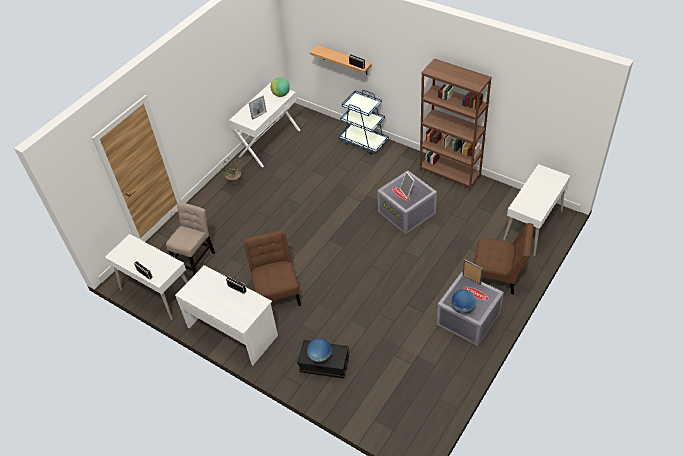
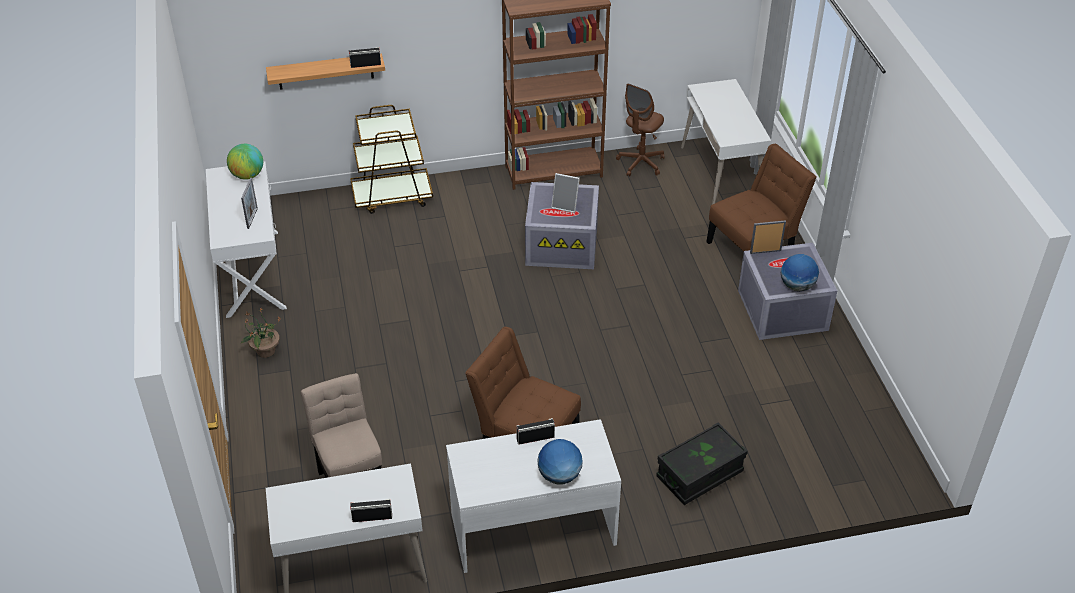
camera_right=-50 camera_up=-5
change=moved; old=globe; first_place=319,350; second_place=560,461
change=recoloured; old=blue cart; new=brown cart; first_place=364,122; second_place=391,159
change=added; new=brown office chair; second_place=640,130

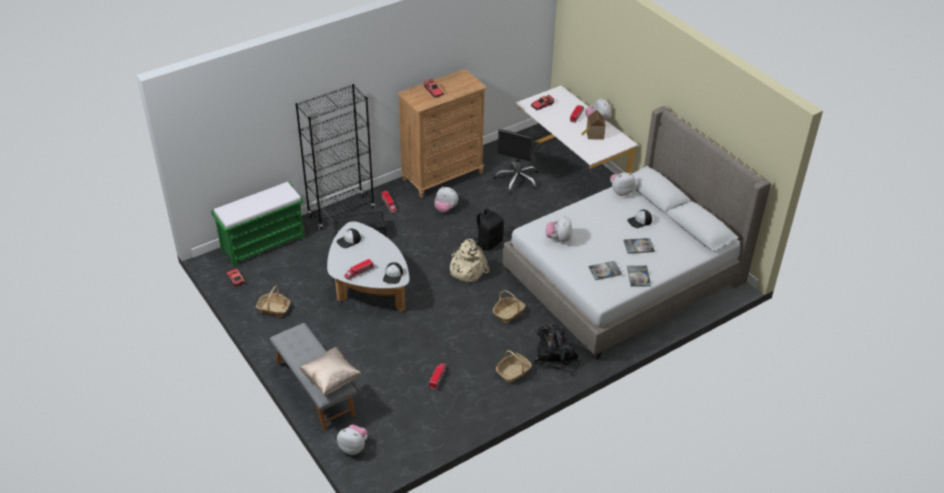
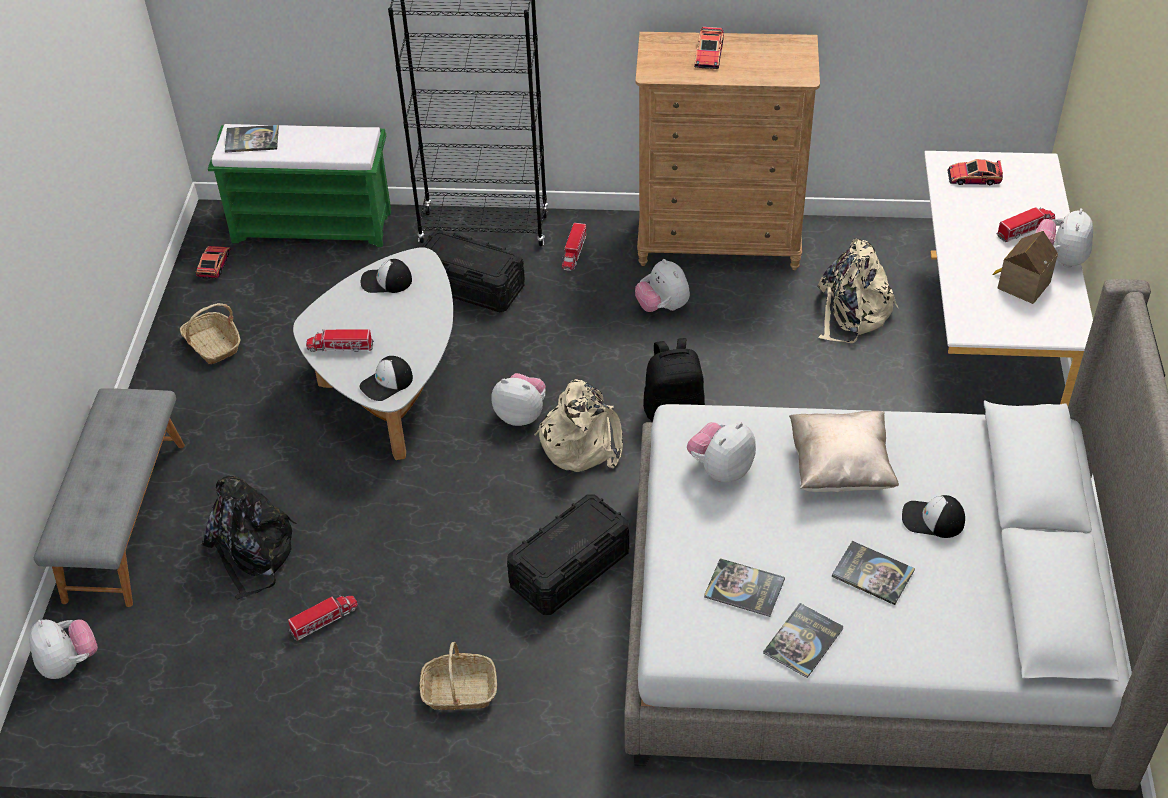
camera_right=40 camera_up=5
change=moved; old=beige pillow; first_place=329,371; second_place=844,451
change=replaced; old=black office chair; new=beige backpack; first_place=516,161; second_place=858,291
change=replaced; old=basket; new=black storage box; first_place=509,306; second_place=568,555
change=moved; old=black backpack; first_place=556,350; second_place=249,538
change=moved; old=plush toy; first_place=623,184; second_place=519,399
change=added; new=book; second_place=252,139

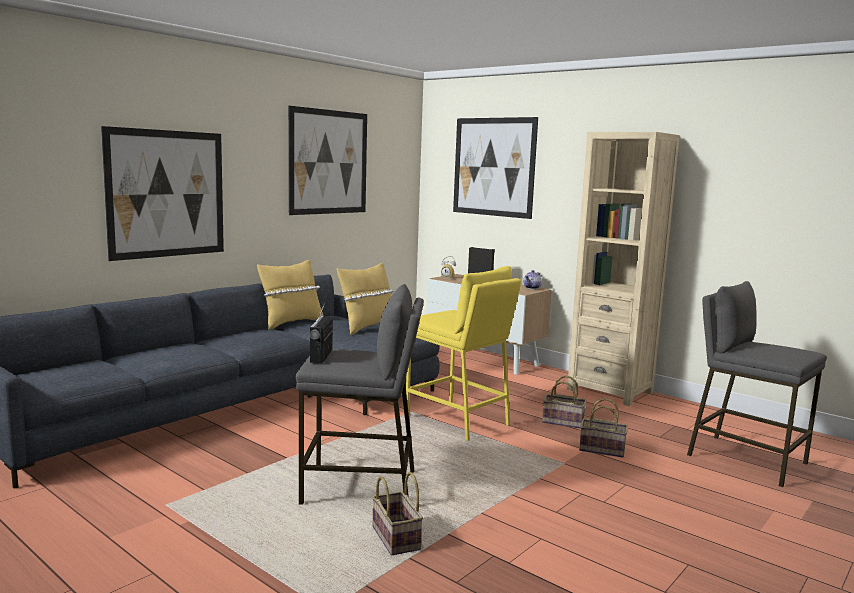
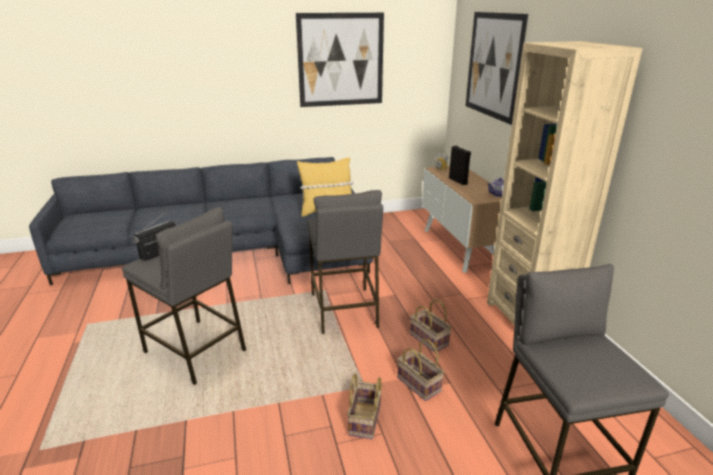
camera_right=35 camera_up=15
change=removed; old=picture; first_place=162,193
change=removed; old=yellow pillow; first_place=290,295
change=moved; old=basket; first_place=397,513; second_place=364,406
change=recoloured; old=yellow stool; new=grey stool; first_place=463,353; second_place=345,262

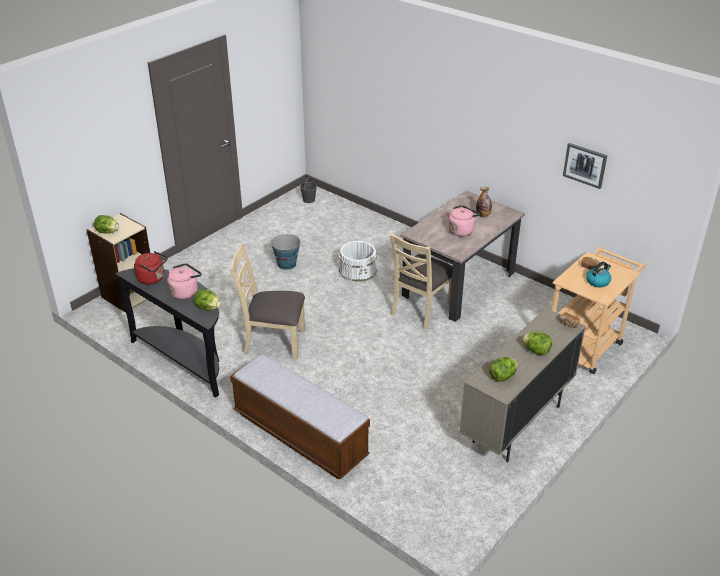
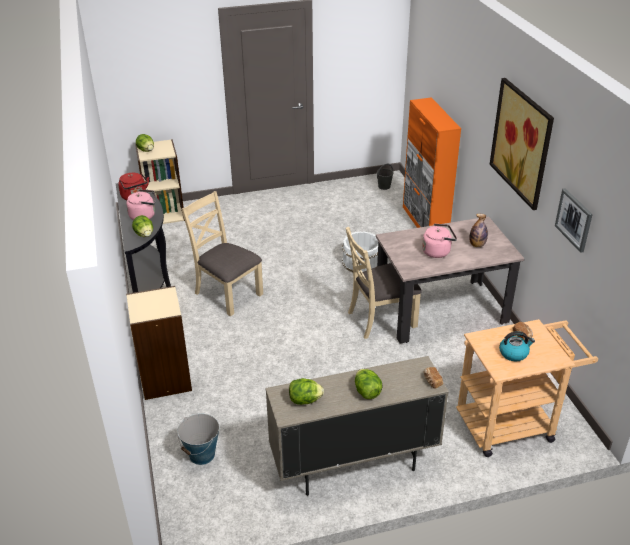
camera_right=35 camera_up=0
change=replaced; old=bench; new=beige bookcase; first_place=300,416; second_place=159,343
change=moved; old=bucket; first_place=285,252; second_place=198,439
change=added; new=orange cabinet; second_place=432,163
change=added; new=picture; second_place=521,144

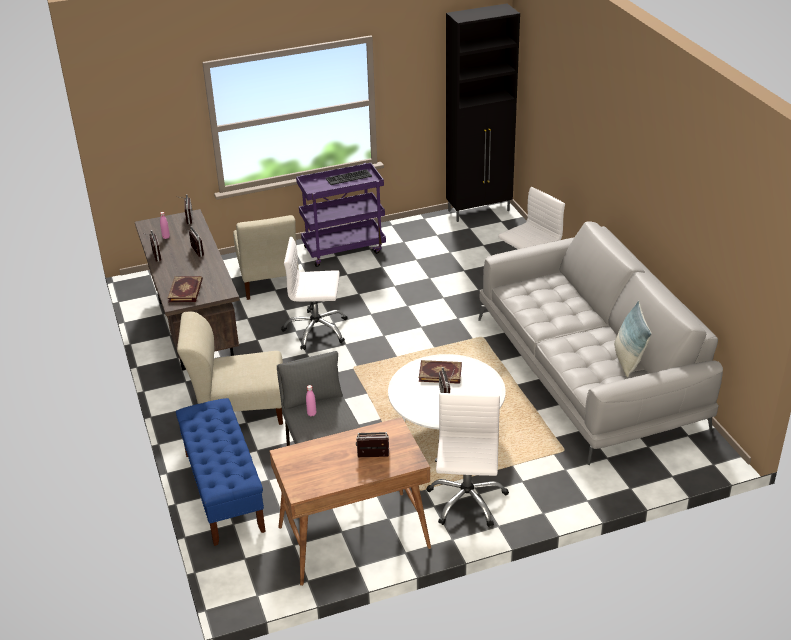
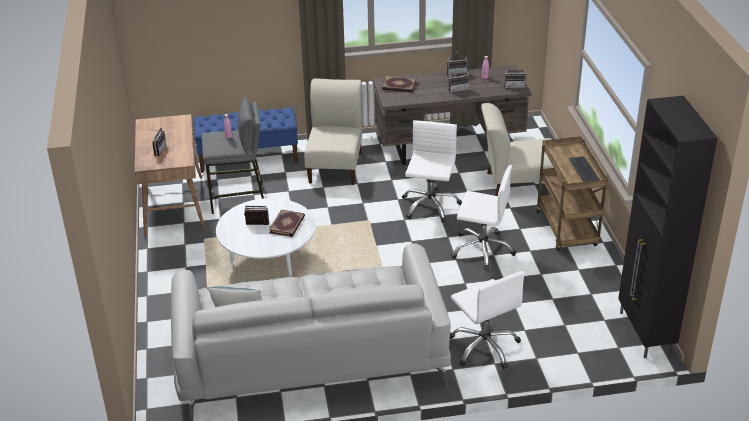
camera_right=100 camera_up=0
change=recoloured; old=purple cart; new=brown cart; first_place=341,215; second_place=571,193
change=moved; old=white office chair; first_place=467,460; second_place=483,217

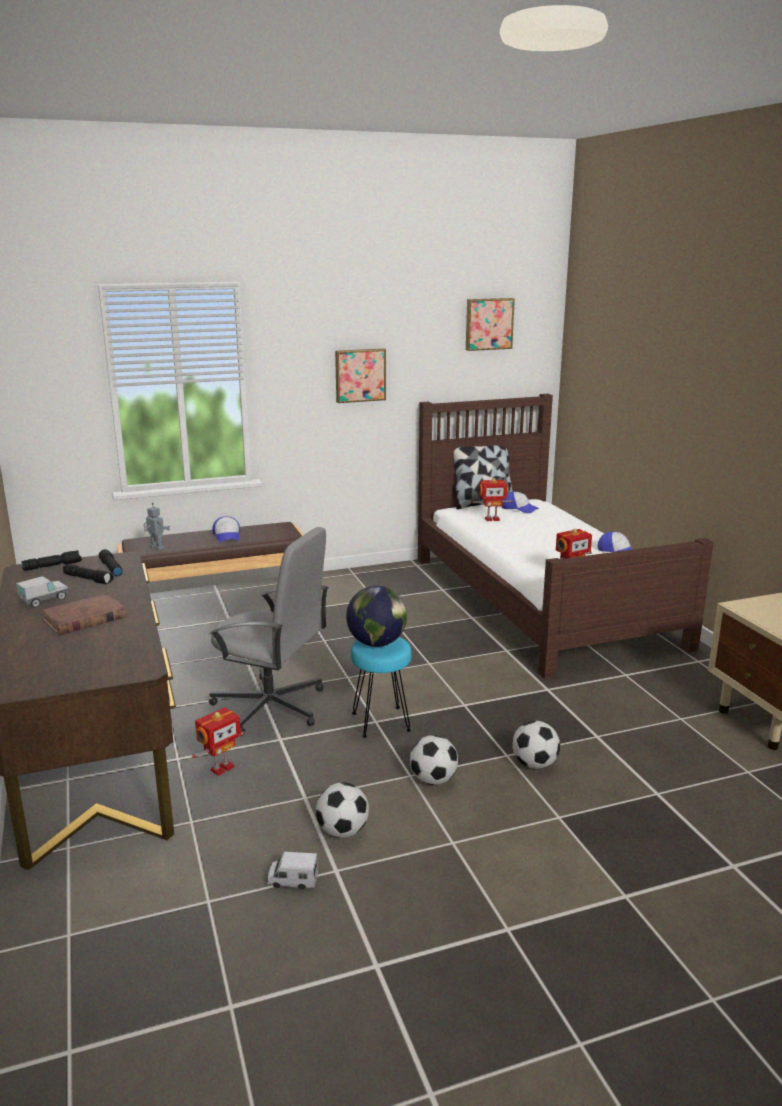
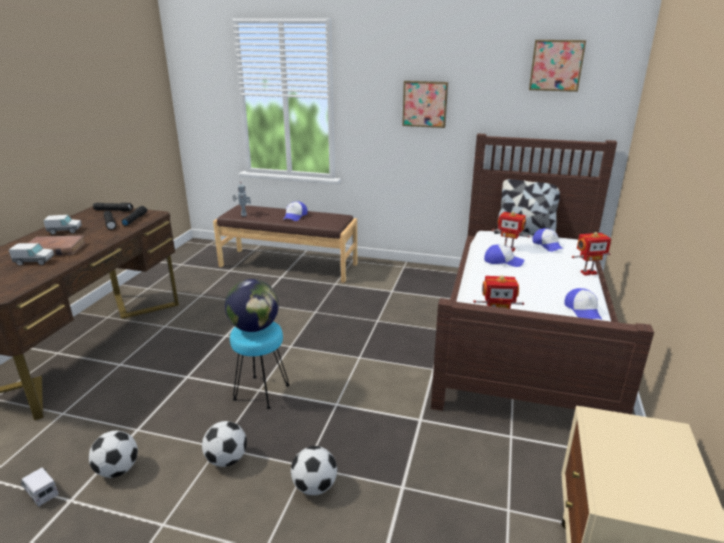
camera_right=35 camera_up=5
change=moved; old=toy robot; first_place=218,741; second_place=591,254
change=removed; old=grey office chair; first_place=269,631
change=added; new=toy truck; second_place=31,254
change=added; new=cap; second_place=504,256

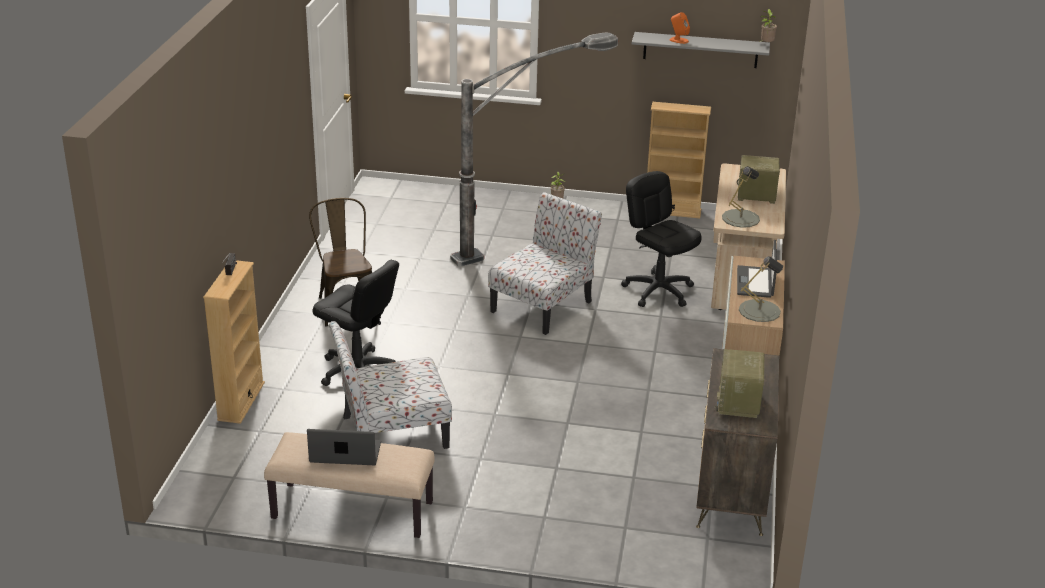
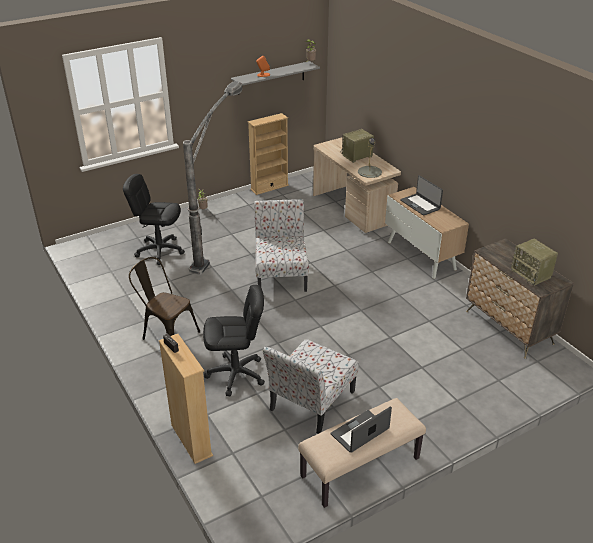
camera_right=-40 camera_up=5
change=moved; old=black office chair; first_place=661,239; second_place=154,219
change=removed; old=grey table lamp; first_place=761,289

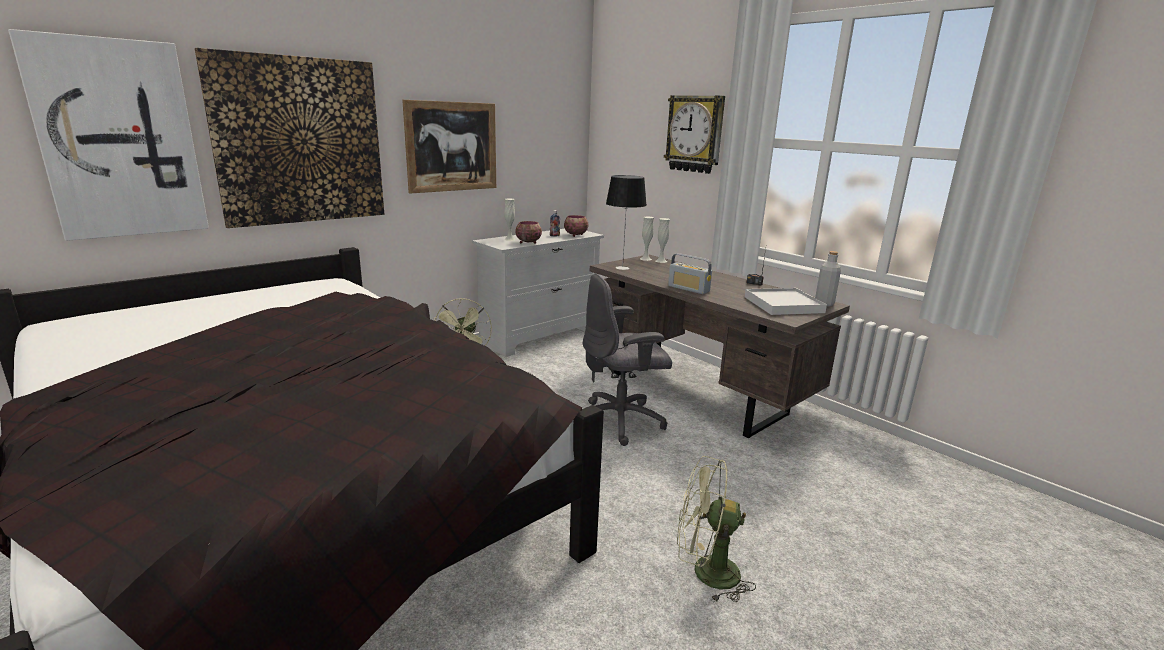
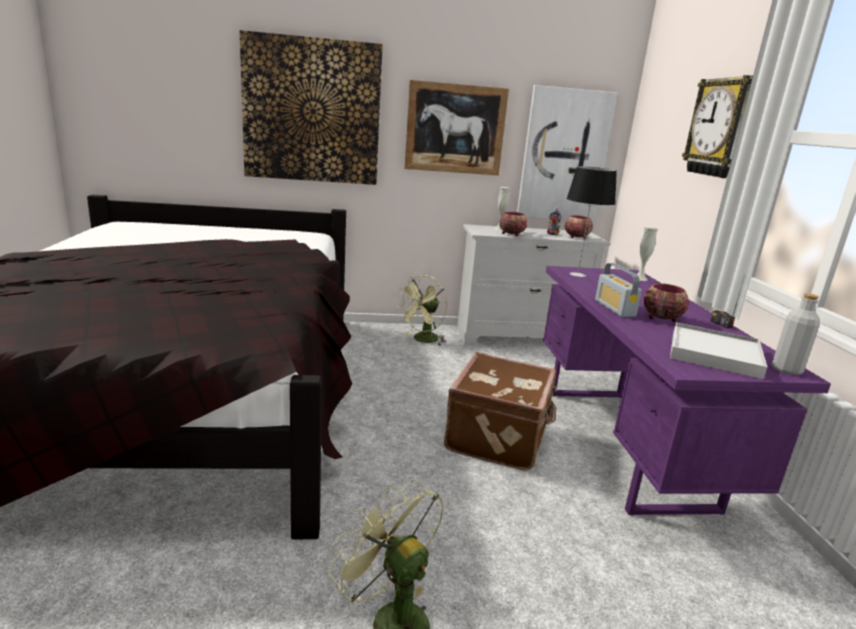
camera_right=35 camera_up=0
change=moved; old=picture; first_place=108,135; second_place=567,153
change=replaced; old=grey office chair; new=brown suitcase; first_place=627,360; second_place=500,411
change=recoloured; old=brown desk; new=purple desk; first_place=720,346; second_place=687,390
change=removed; old=white vase; first_place=647,238
change=added; new=bowl; second_place=666,302

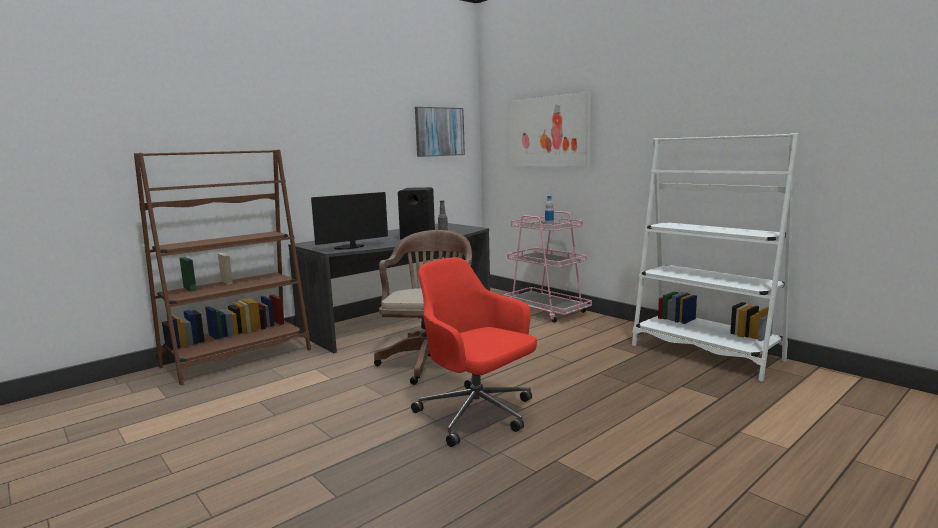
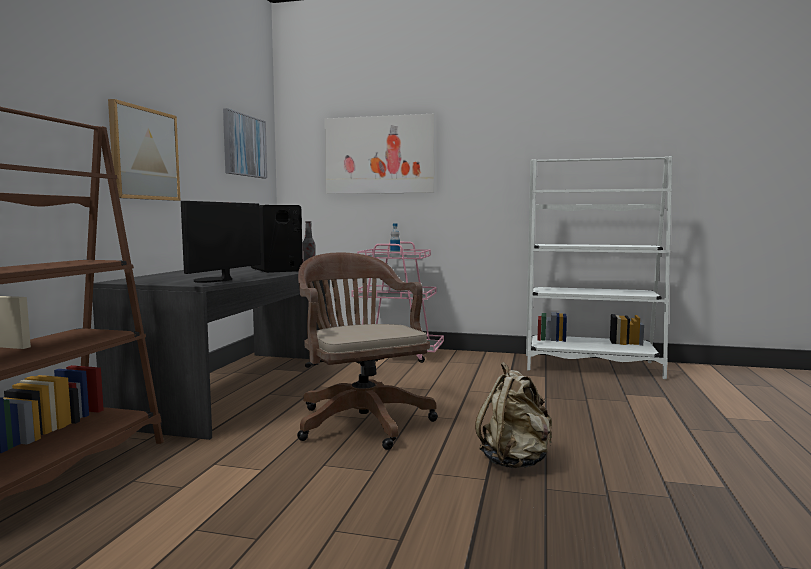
camera_right=-35 camera_up=-5
change=replaced; old=red office chair; new=beige backpack; first_place=474,352; second_place=513,415
change=added; new=picture; second_place=144,150

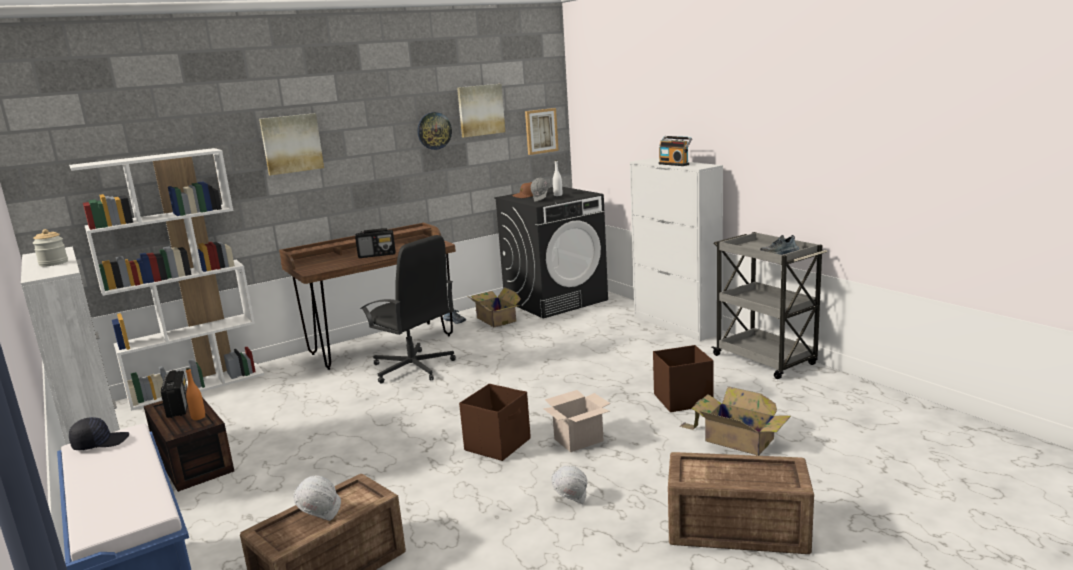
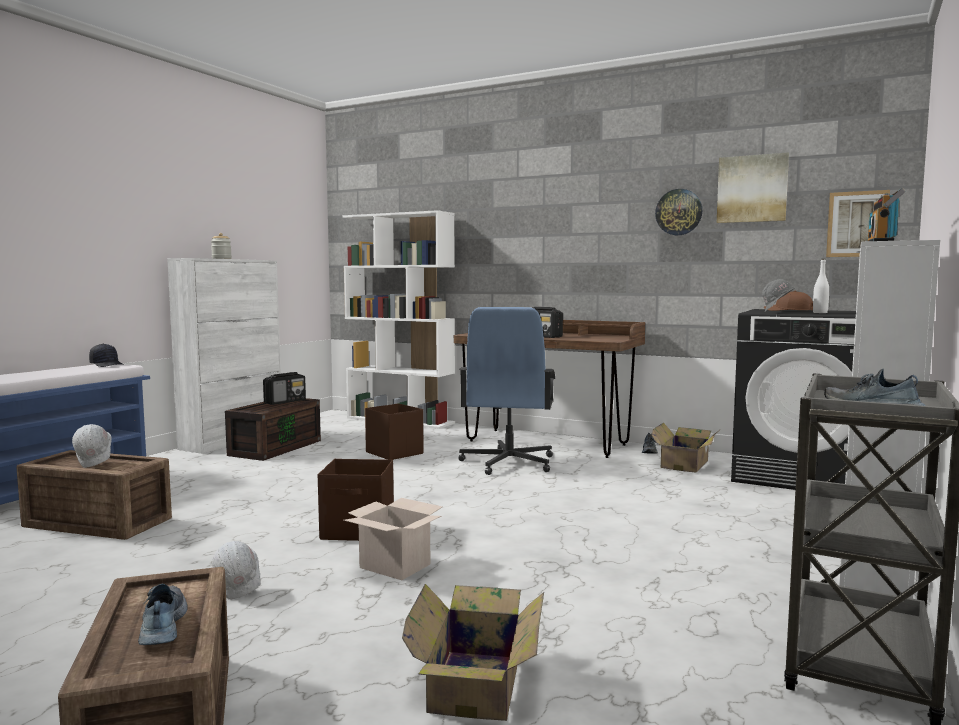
camera_right=60 camera_up=-10
change=removed; old=orange bottle; first_place=195,394
change=removed; old=picture; first_place=291,144
change=recoloured; old=black office chair; new=blue office chair; first_place=408,309; second_place=506,391
change=moved; old=brown storage box; first_place=683,378; second_place=394,431
change=added; new=shoe; second_place=163,614

